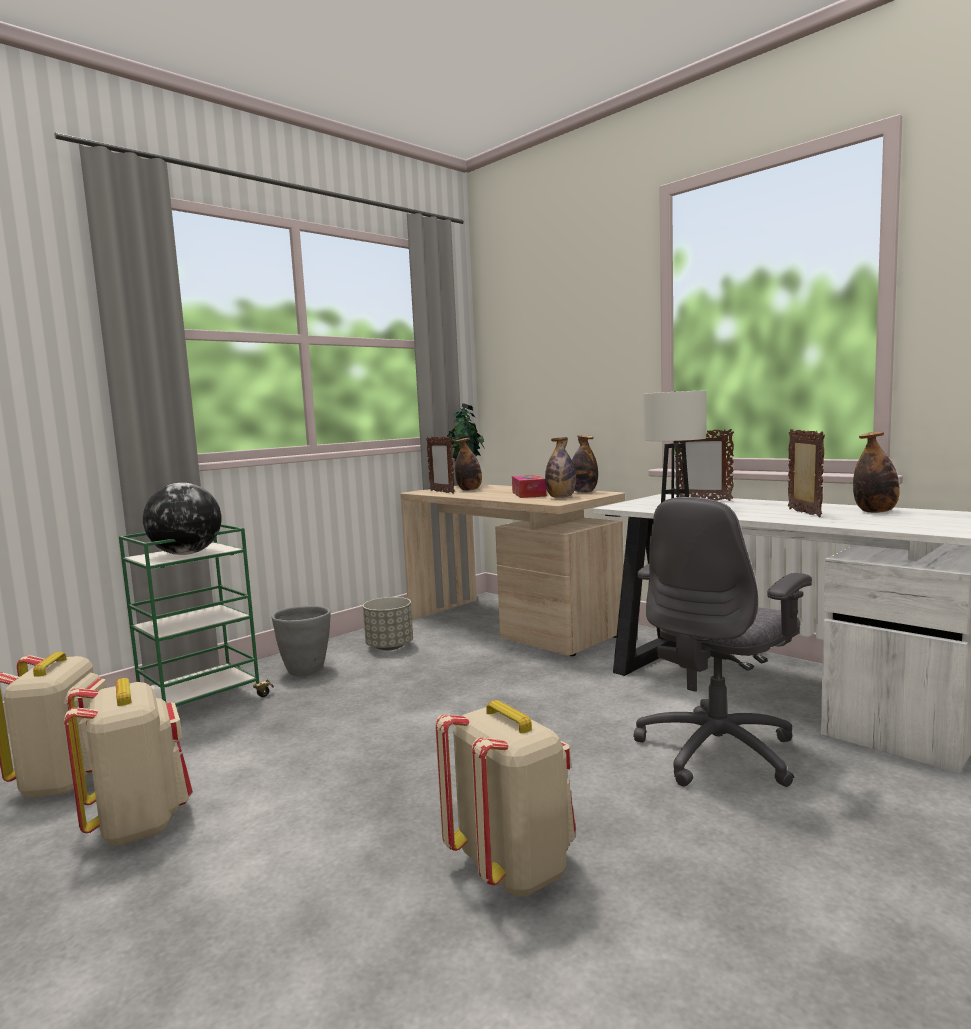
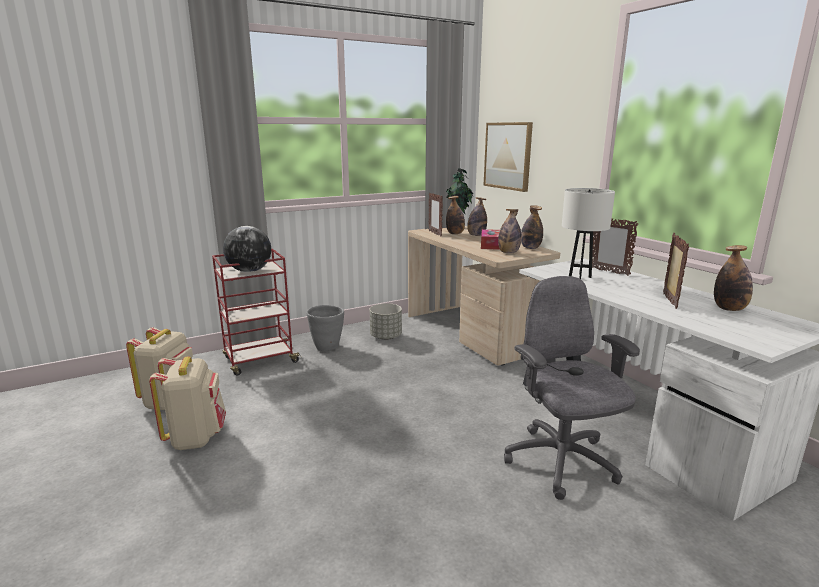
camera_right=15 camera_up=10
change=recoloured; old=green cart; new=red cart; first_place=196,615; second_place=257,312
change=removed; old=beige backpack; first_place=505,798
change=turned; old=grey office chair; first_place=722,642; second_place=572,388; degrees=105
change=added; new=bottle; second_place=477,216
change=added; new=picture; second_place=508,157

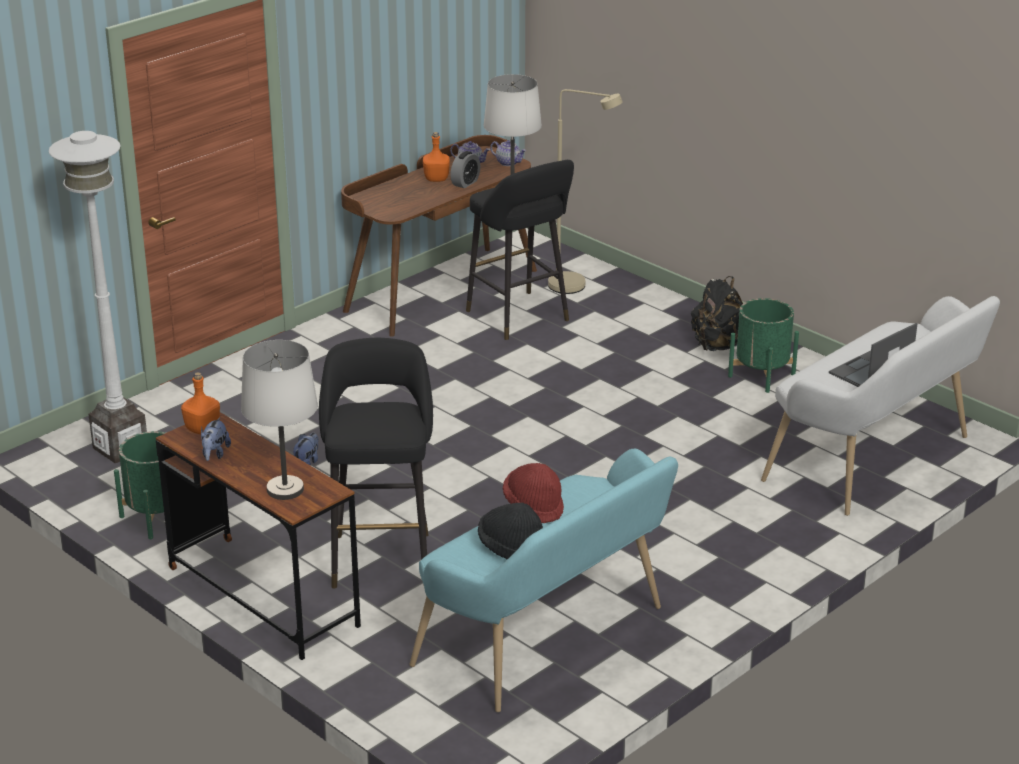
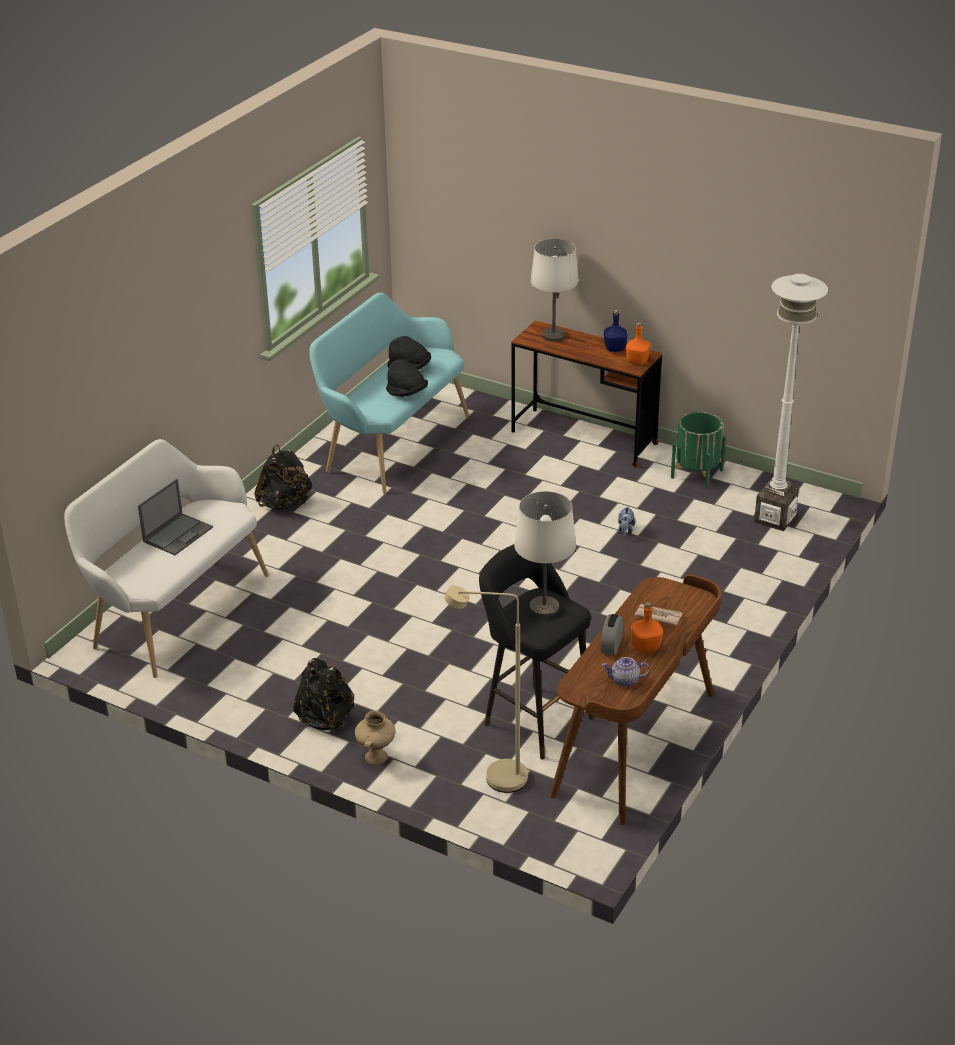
camera_right=165 camera_up=5
change=replaced; old=plush toy; new=blue bottle; first_place=216,439; second_place=616,331
change=removed; old=black stool; first_place=376,463
change=removed; old=teapot; first_place=508,153
change=recoloured; old=red hat; new=black hat; first_place=533,493; second_place=407,378
change=removed; old=green planter; first_place=763,345
change=added; new=black backpack; second_place=283,477
change=added; new=beige vase; second_place=375,738
change=added; new=newspaper; second_place=658,615

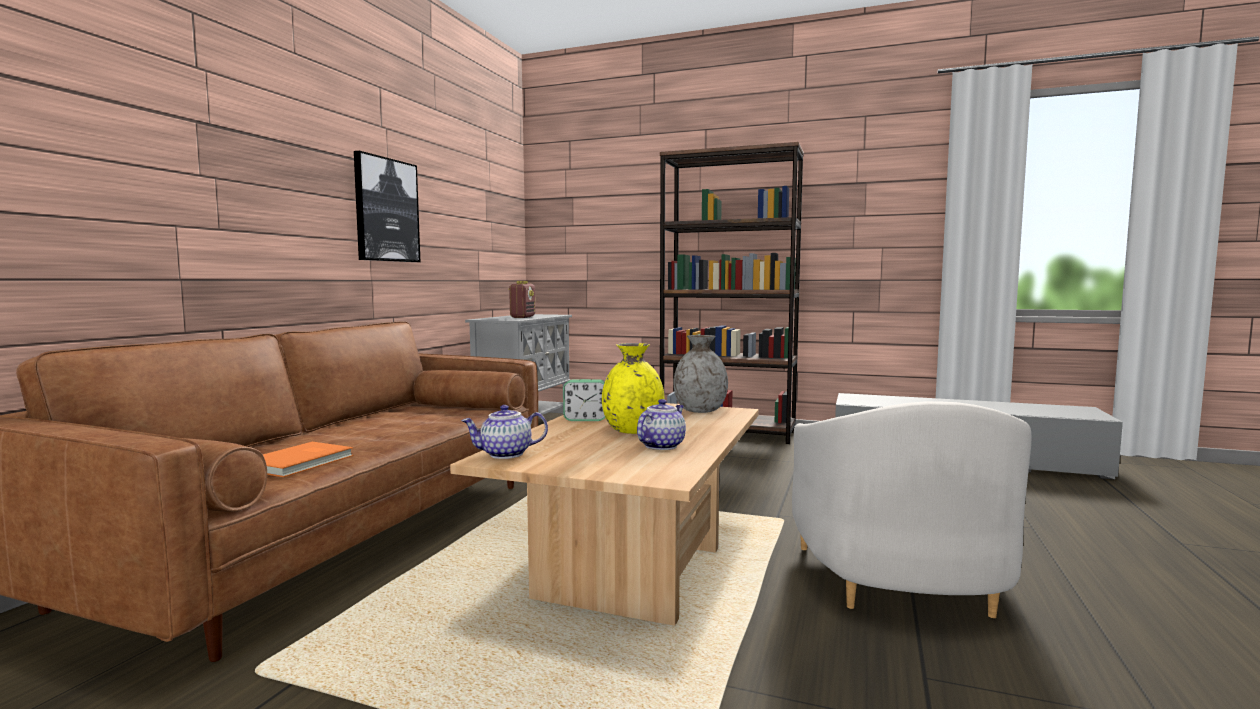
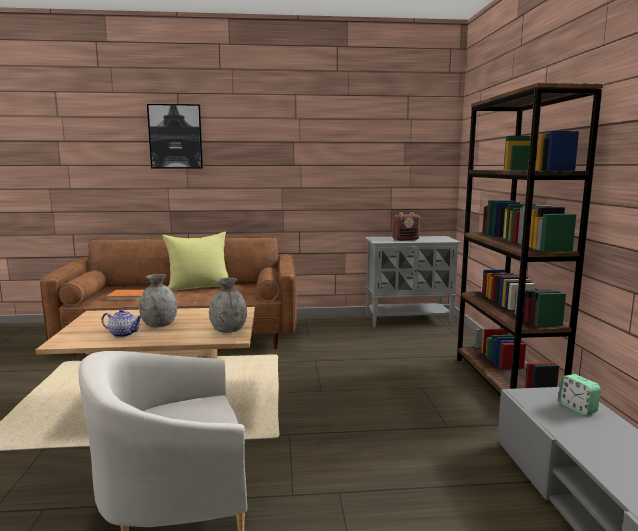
camera_right=65 camera_up=5
change=moved; old=picture; first_place=387,206; second_place=175,136
change=removed; old=teapot; first_place=504,432
change=moved; old=alarm clock; first_place=584,400; second_place=579,394
change=recoloured; old=yellow vase; new=grey vase; first_place=633,388; second_place=158,300
change=added; new=yellow pillow; second_place=195,261

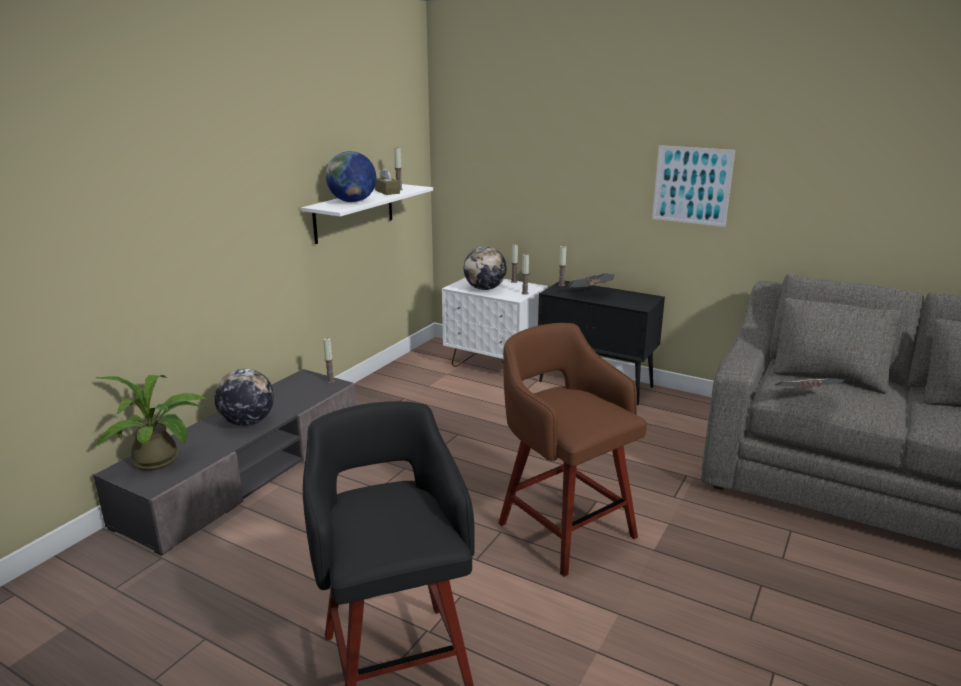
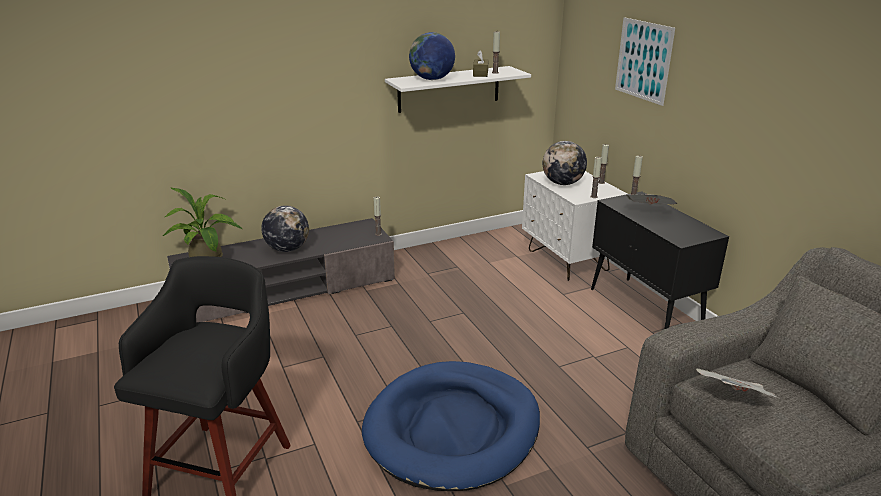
camera_right=35 camera_up=5
change=replaced; old=brown stool; new=blue dog bed; first_place=572,450; second_place=451,426
change=moved; old=picture; first_place=693,186; second_place=645,61

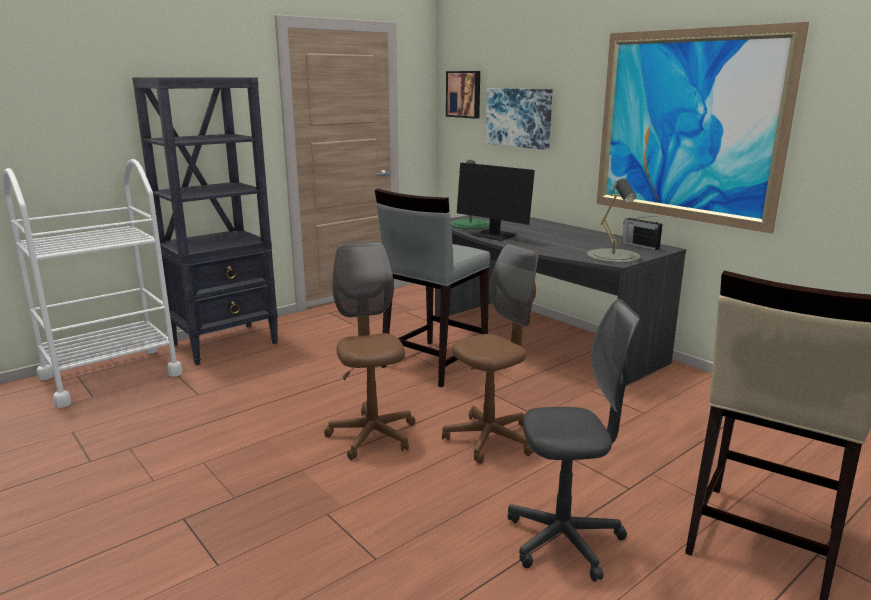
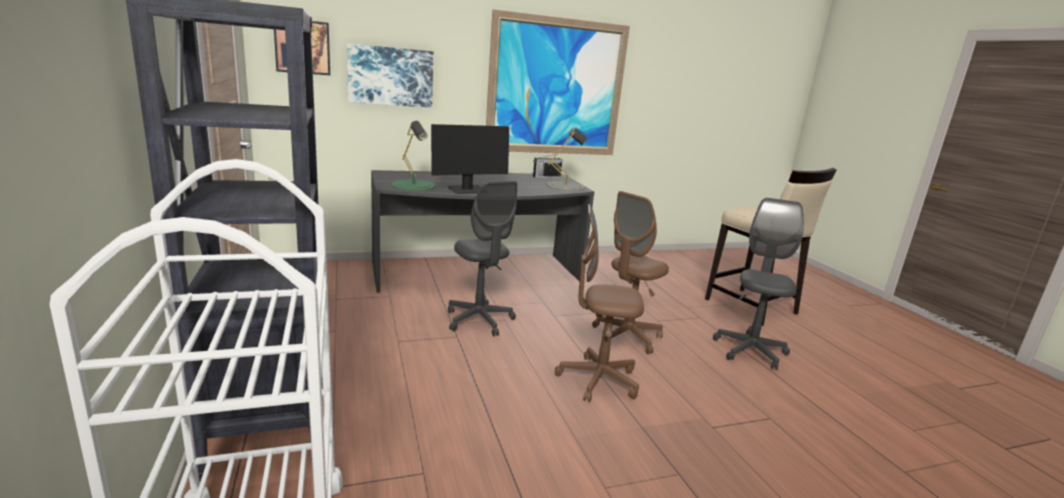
camera_right=-70 camera_up=0
change=replaced; old=grey stool; new=grey office chair; first_place=432,288; second_place=483,258
change=turned; old=brown office chair; first_place=490,354; second_place=630,272; degrees=-120

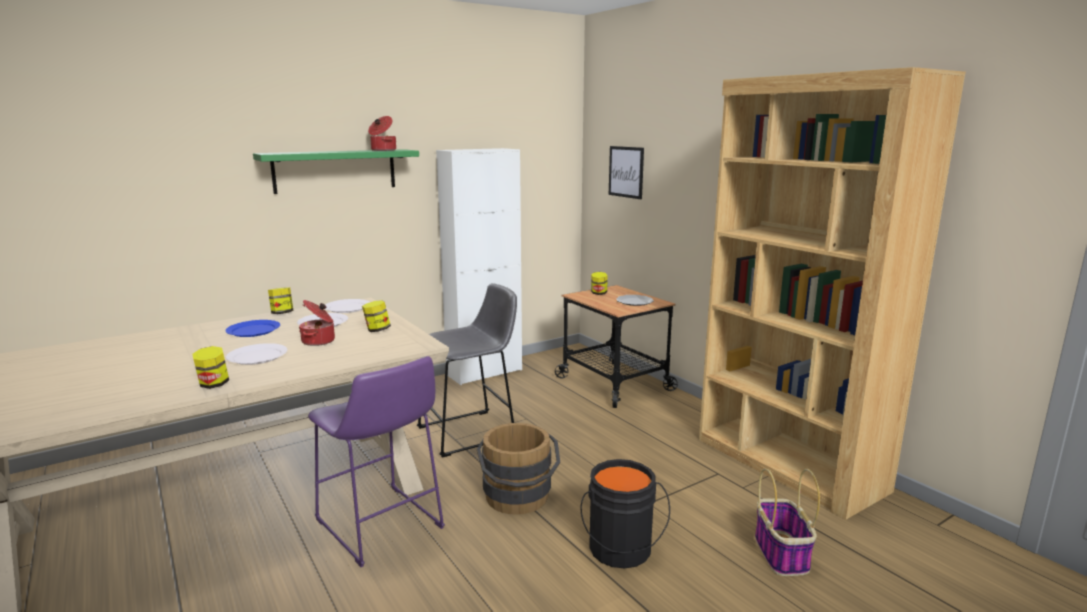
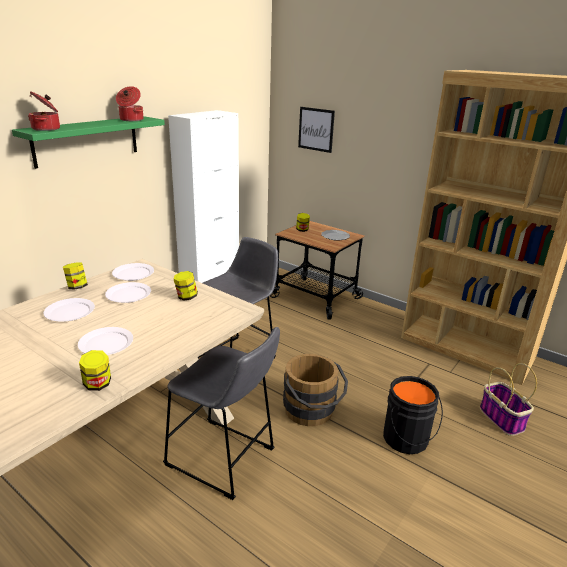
camera_right=-20 camera_up=10
change=recoloured; old=blue plate; new=white plate; first_place=252,328; second_place=69,309
change=moved; old=cooking pot; first_place=317,323; second_place=44,111
change=recoloured; old=purple stool; new=grey stool; first_place=376,461; second_place=221,413

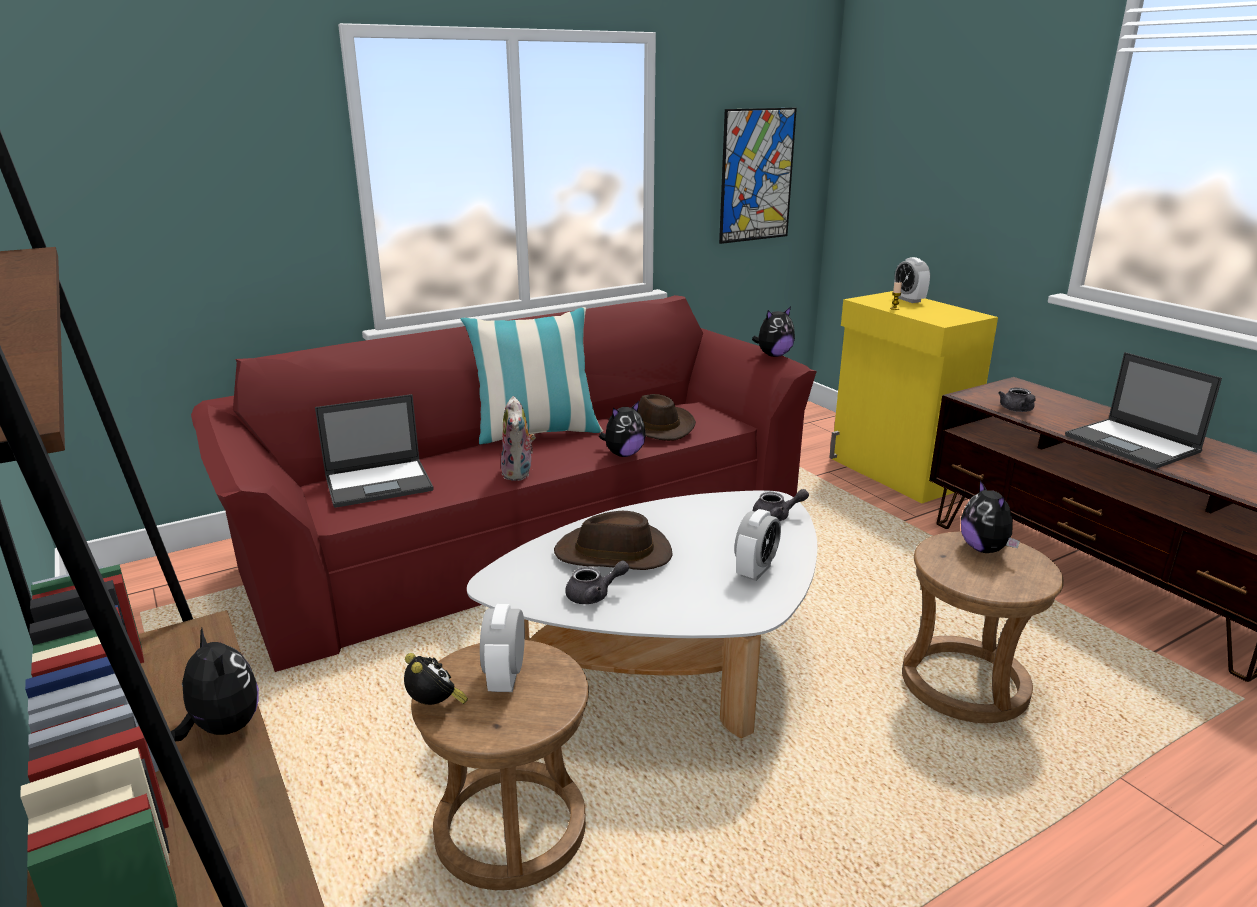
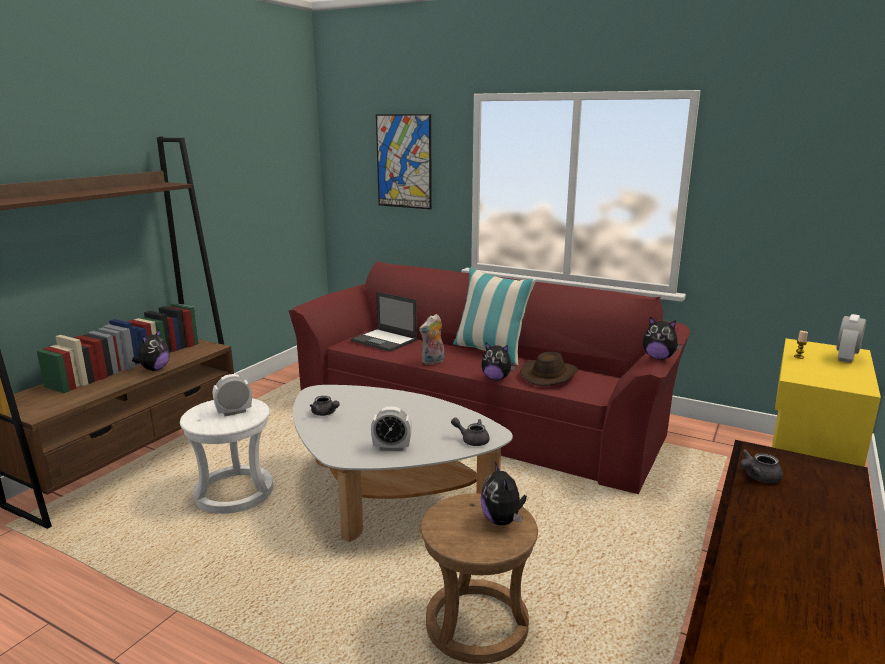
camera_right=60 camera_up=-5
change=removed; old=alarm clock; first_place=436,679
change=recoloured; old=brown stool; new=white stool; first_place=500,765; second_place=226,456
change=removed; old=brown hat; first_place=613,540
change=moved; old=picture; first_place=758,176; second_place=404,161
change=turned; old=grey teapot; first_place=781,505; second_place=470,432; degrees=150
change=turned; old=plush toy; first_place=990,516; second_place=503,493; degrees=-60
change=removed; old=laptop; first_place=1143,410

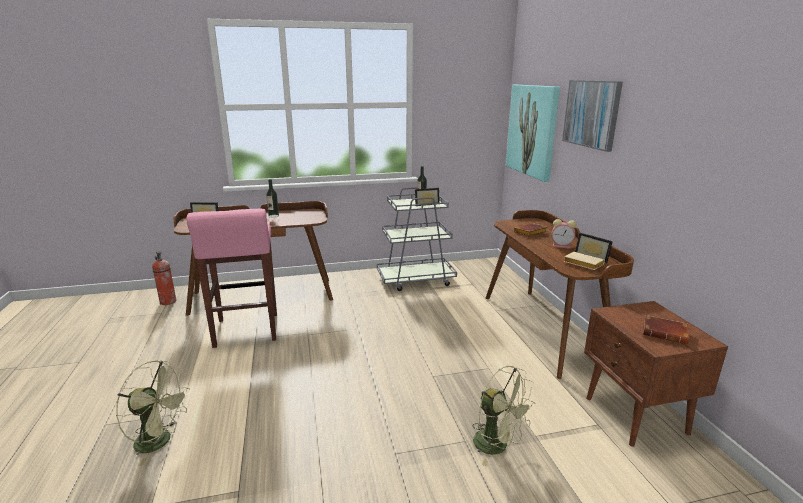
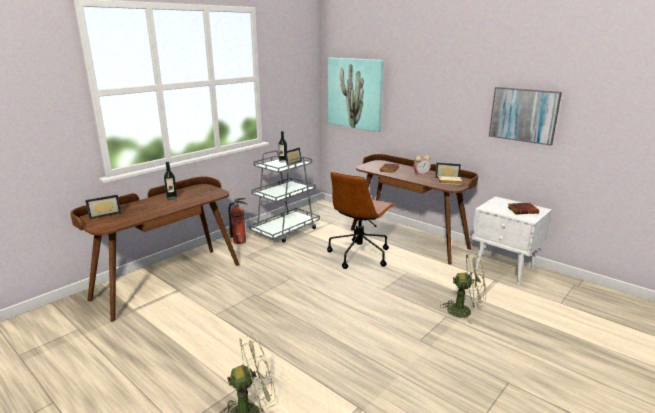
camera_right=-35 camera_up=0
change=moved; old=fire extinguisher; first_place=164,278; second_place=237,221
change=removed; old=pink stool; first_place=231,278
change=moved; old=picture; first_place=592,116; second_place=525,116
change=recoloured; old=brown nightstand; new=white nightstand; first_place=656,374; second_place=512,240
change=added; new=brown office chair; second_place=361,220

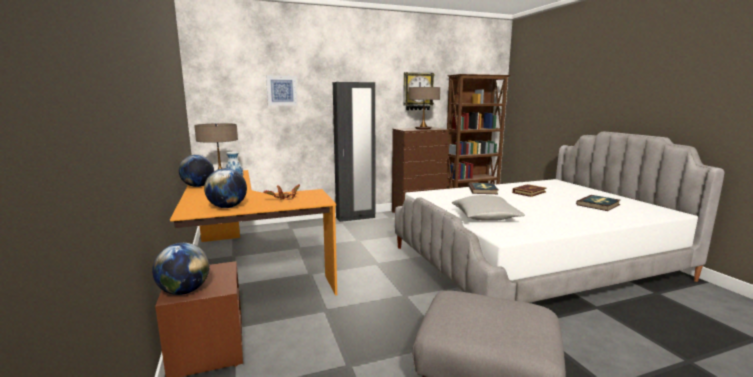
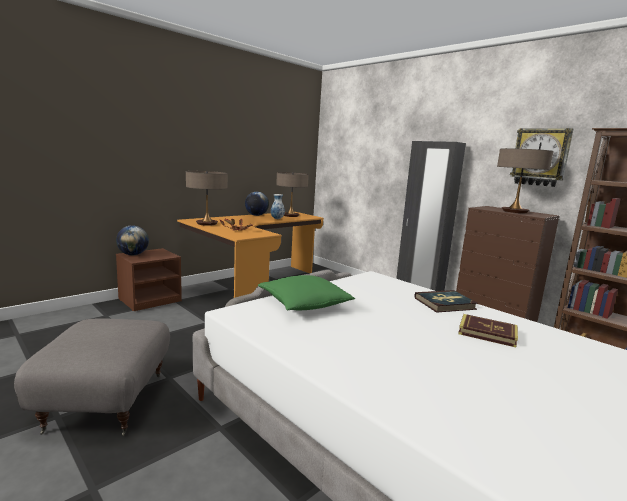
camera_right=65 camera_up=0
change=replaced; old=globe; new=table lamp; first_place=225,188; second_place=207,198
change=removed; old=picture; first_place=281,90
change=recoloured; old=grey pillow; new=green pillow; first_place=488,208; second_place=306,292
change=removed; old=book; first_place=598,203

